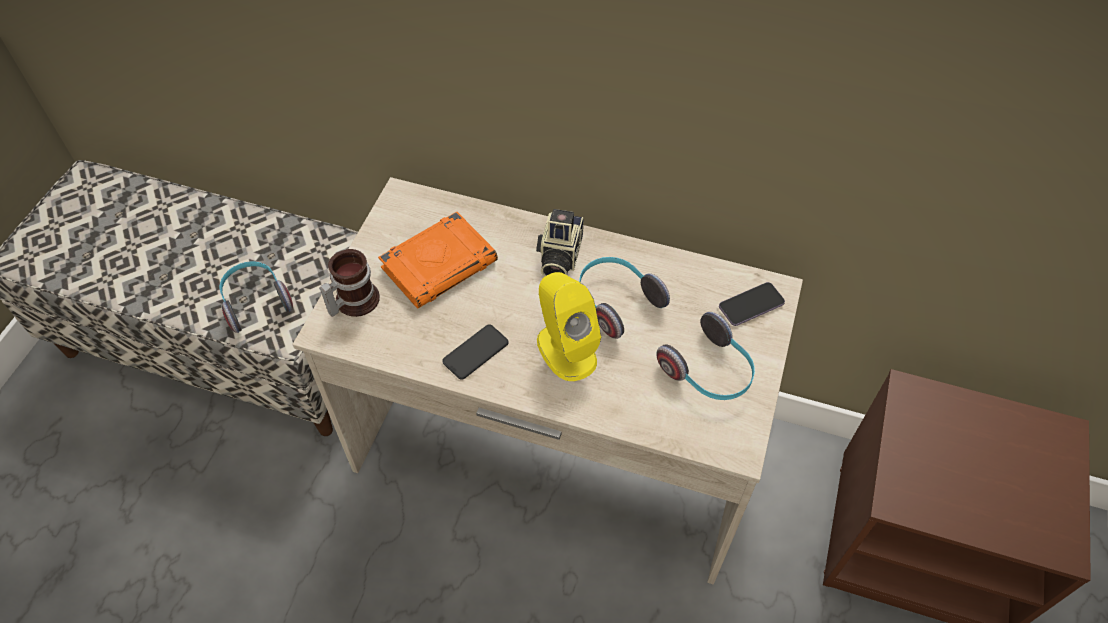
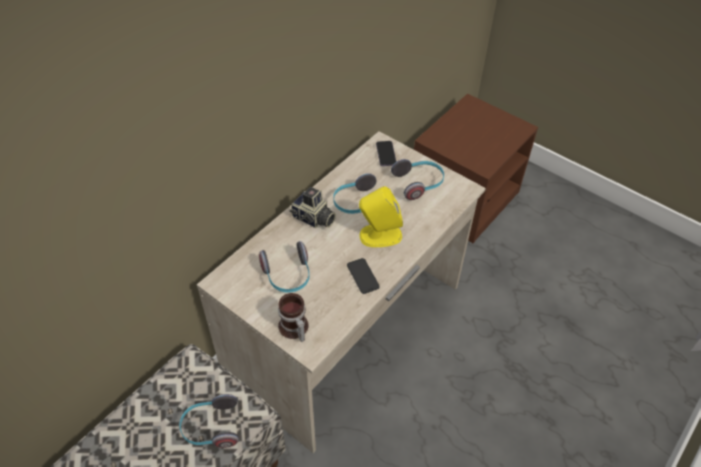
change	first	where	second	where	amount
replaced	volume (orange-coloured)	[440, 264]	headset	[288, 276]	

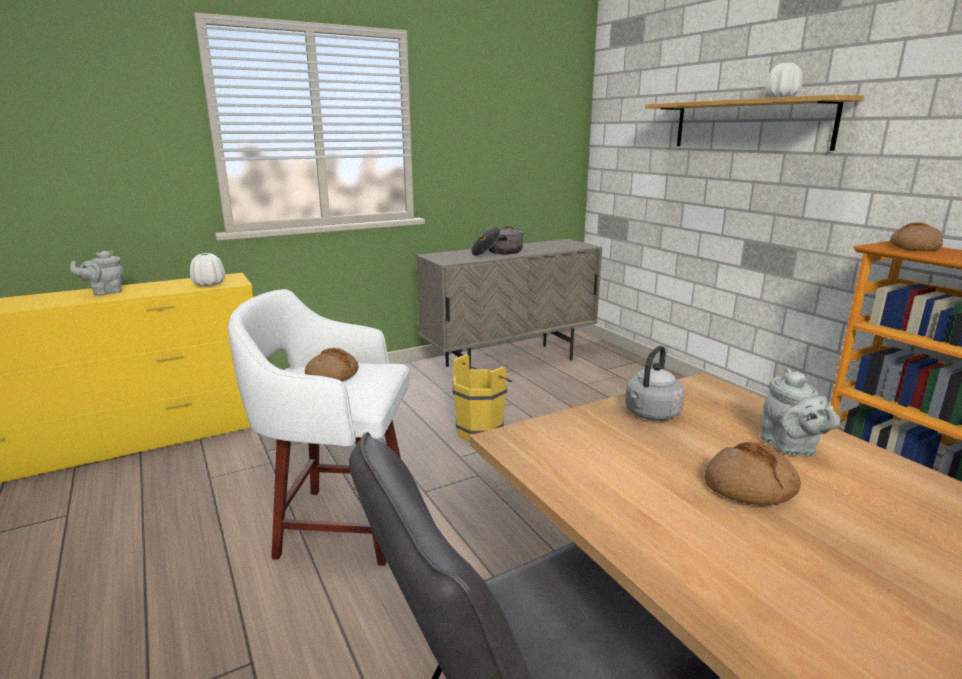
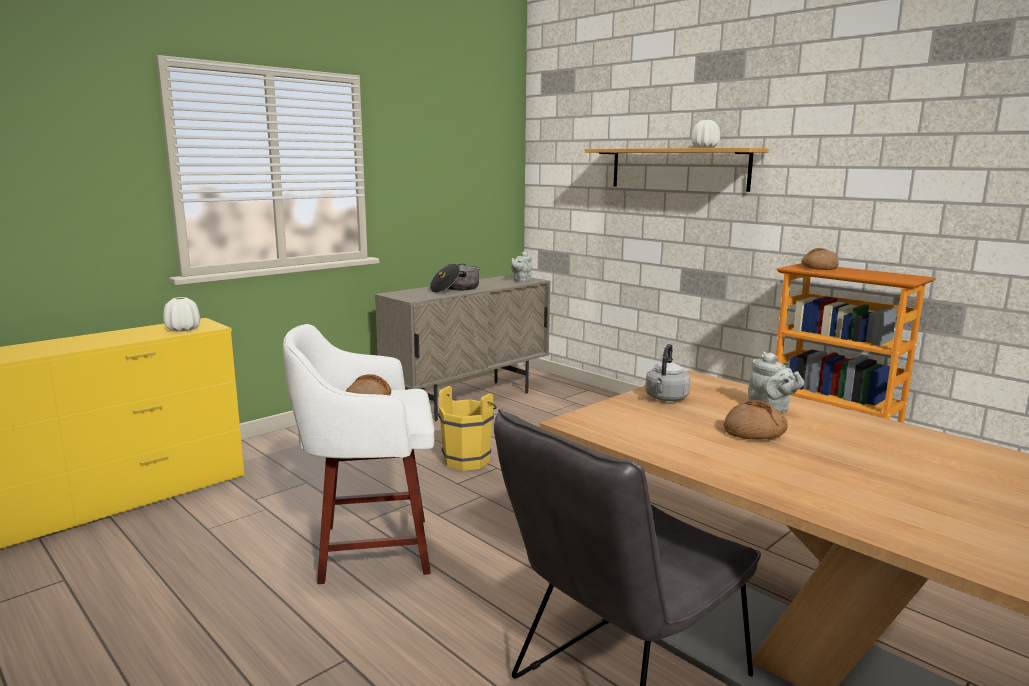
change	first	where	second	where	amount
moved	tea pot (grey)	[105, 292]		[521, 280]	

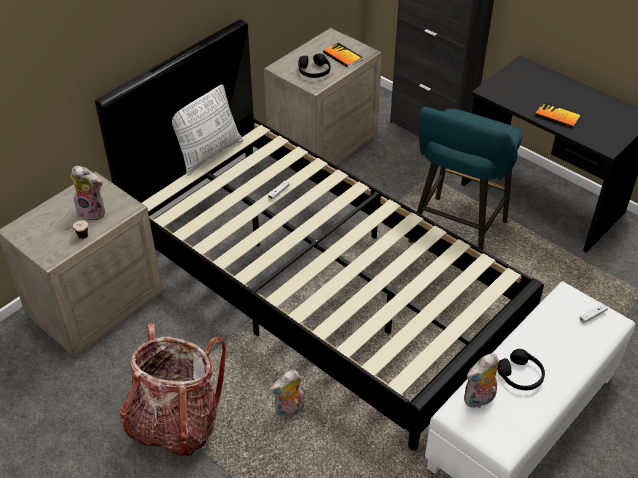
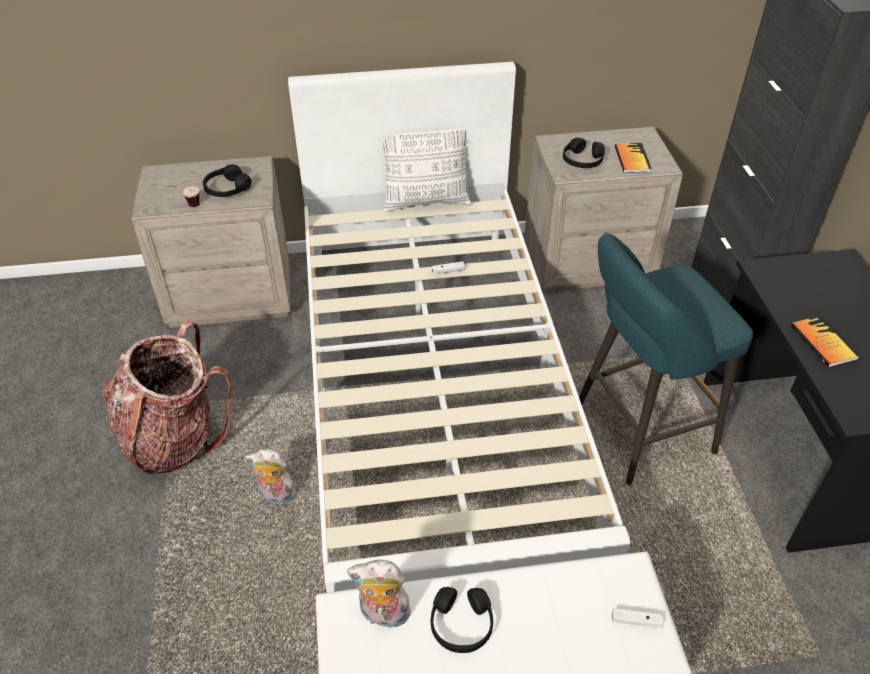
change	first	where	second	where	amount
replaced	soft toy	[93, 211]	headset (black)	[227, 188]	
recoloured	sleeping bed (black)	[318, 285]	sleeping bed (white)	[435, 394]	

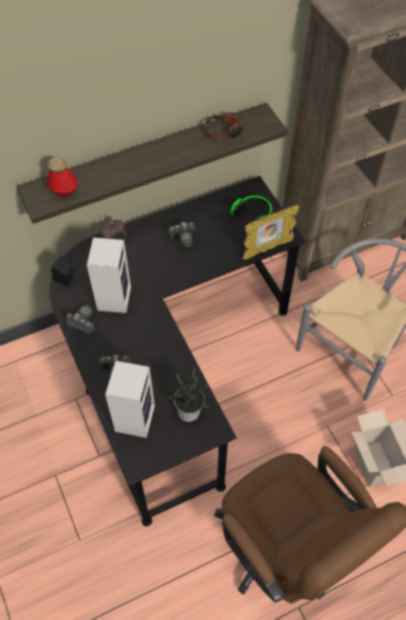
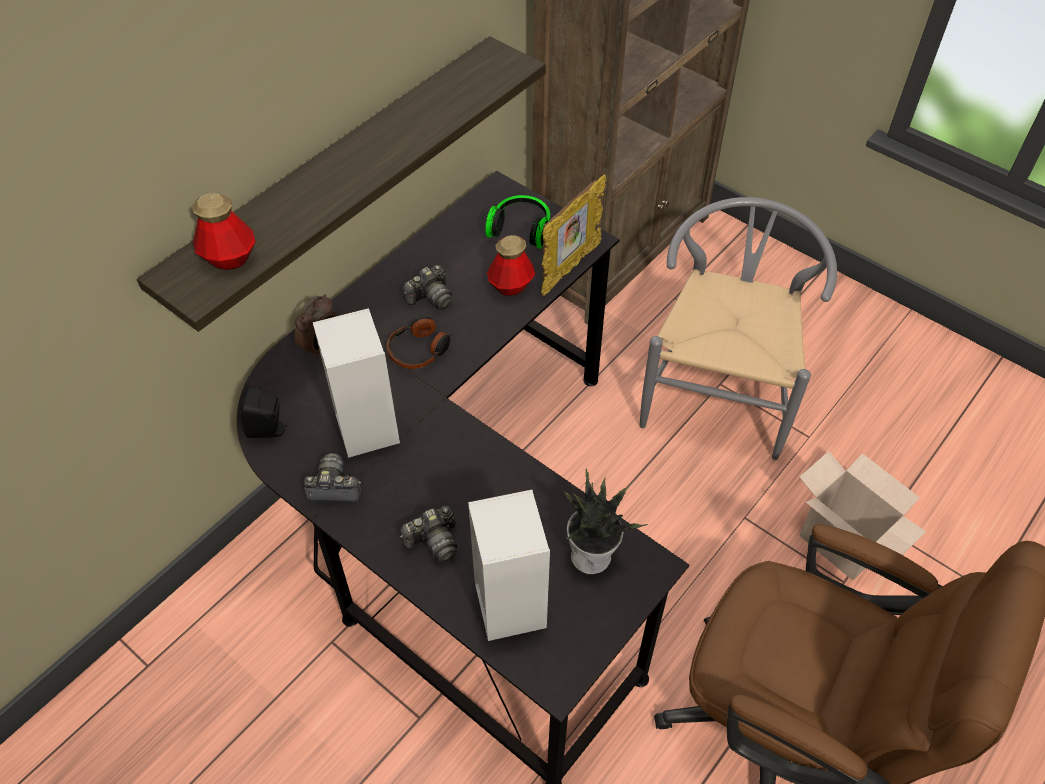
change	first	where	second	where	amount
moved	headset	[224, 131]		[420, 349]	
added			bottle	[511, 286]	

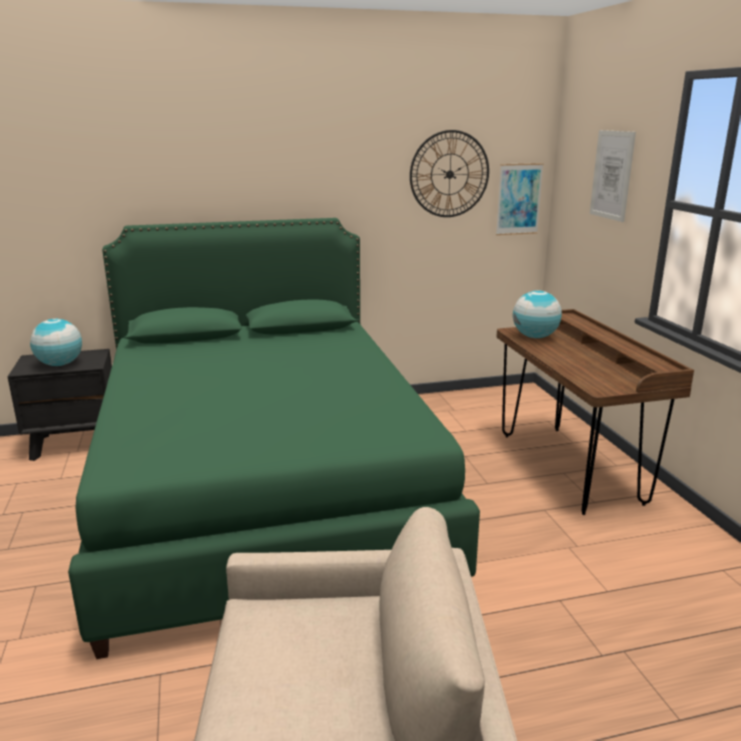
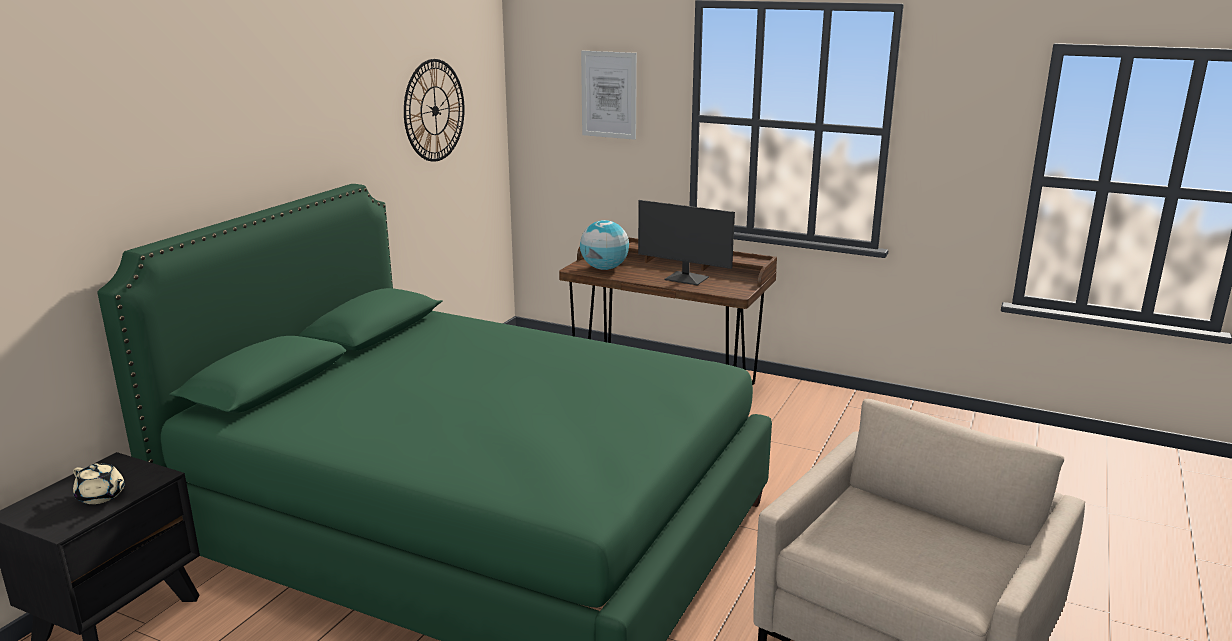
change	first	where	second	where	amount
replaced	globe	[60, 364]	tea pot (sand-coloured)	[101, 496]	
added			monitor	[686, 279]	
removed	wall picture	[519, 199]			

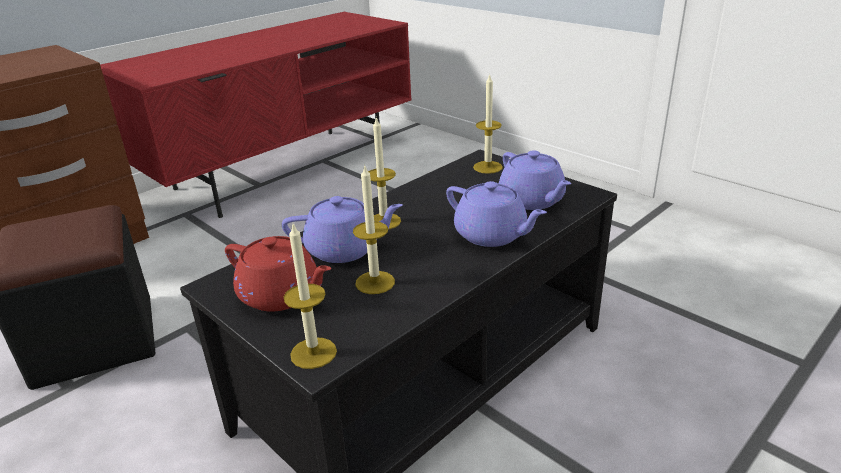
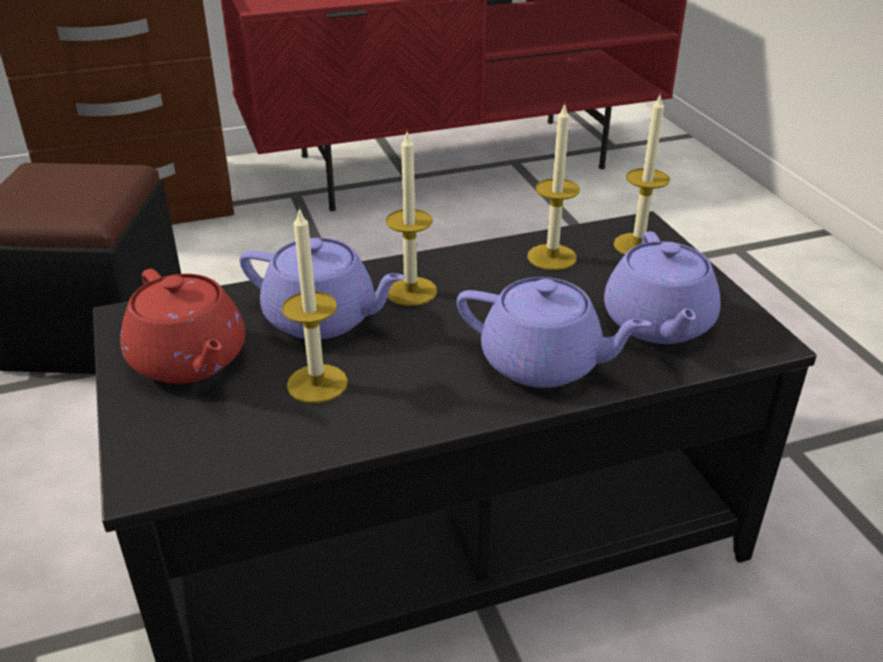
change	first	where	second	where	amount
turned	tea pot (purplish)	[492, 235]		[543, 363]	45 degrees counterclockwise
moved	candle	[313, 353]		[552, 257]	

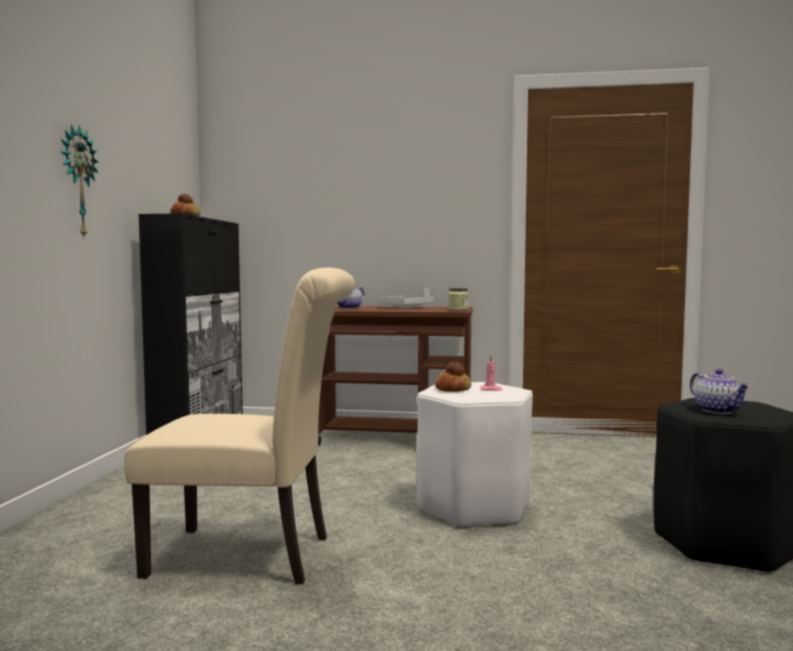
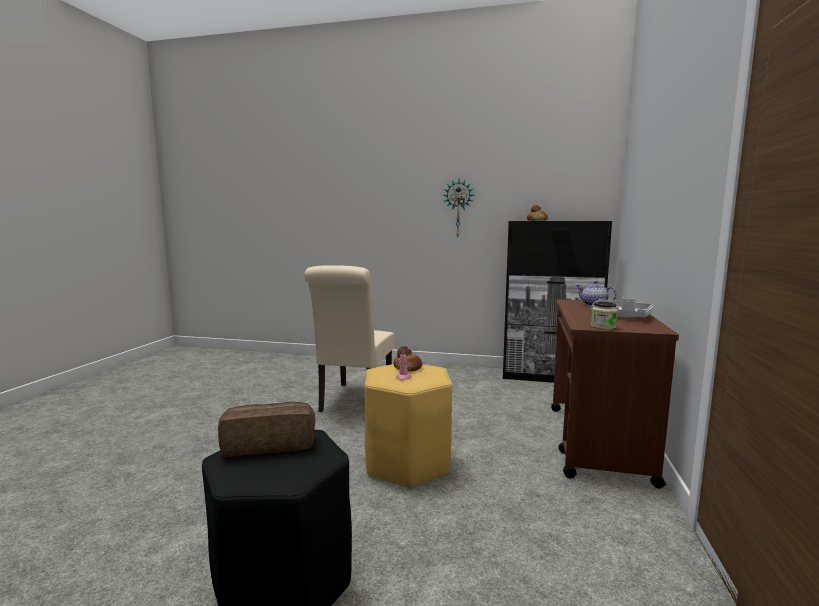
change	first	where	second	where	amount
replaced	tea pot	[718, 411]	baked bread	[269, 444]	
recoloured	stool (white)	[473, 506]	stool (yellow)	[408, 463]	

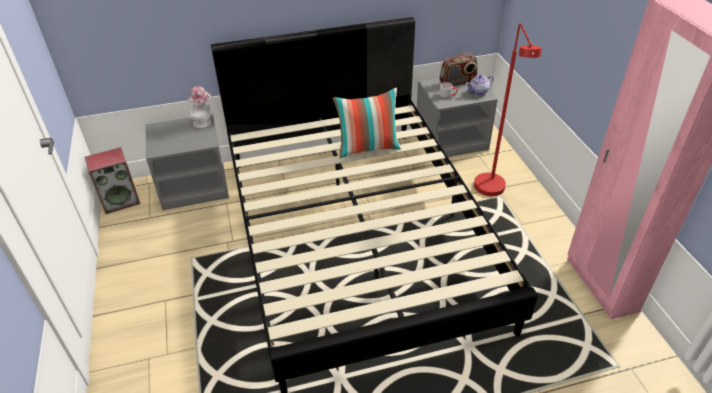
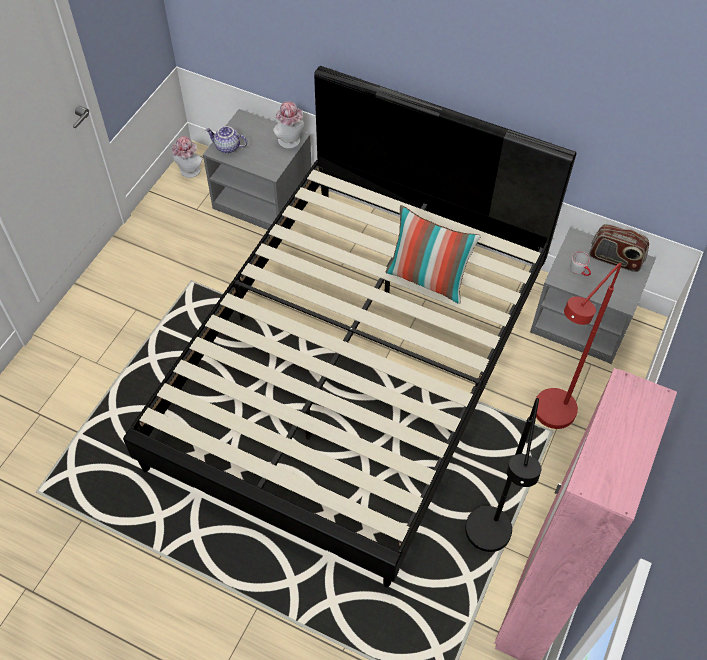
change	first	where	second	where	amount
replaced	speaker	[121, 200]	hat	[189, 172]	
moved	tea pot	[478, 92]		[227, 147]	
added			floor lamp (black)	[487, 543]	

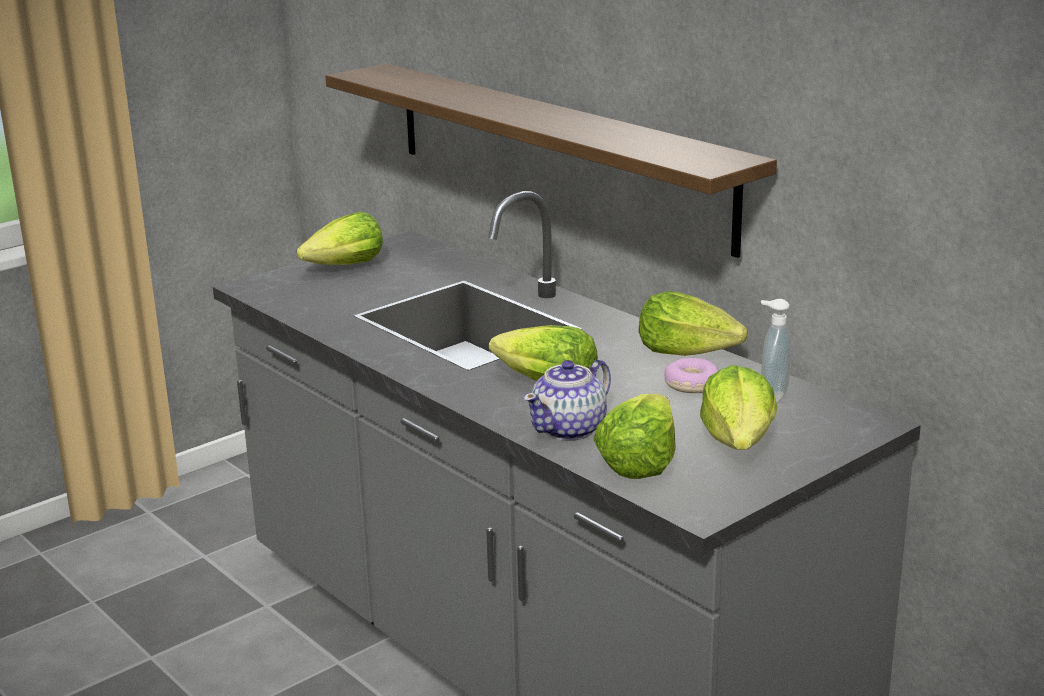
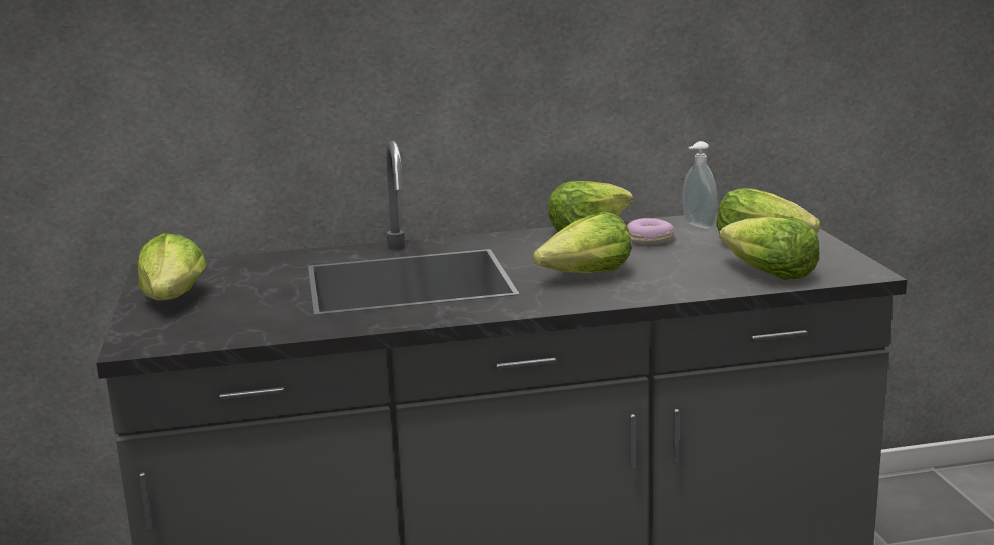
change	first	where	second	where	amount
removed	wall shelf	[555, 152]			
removed	tea pot	[570, 429]			

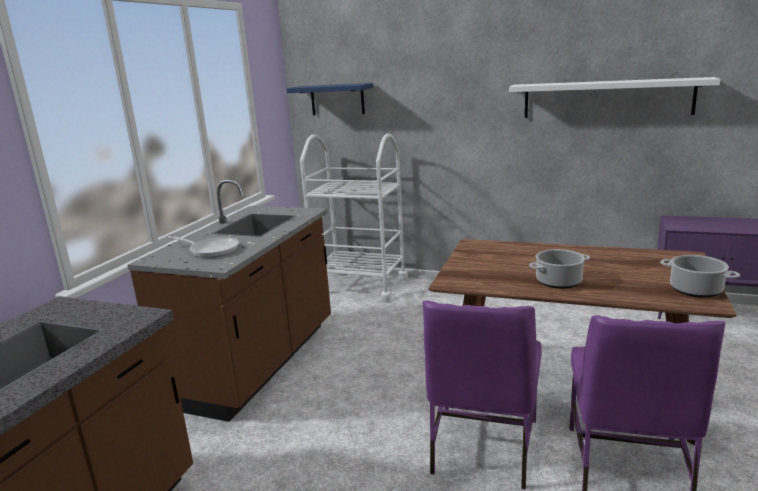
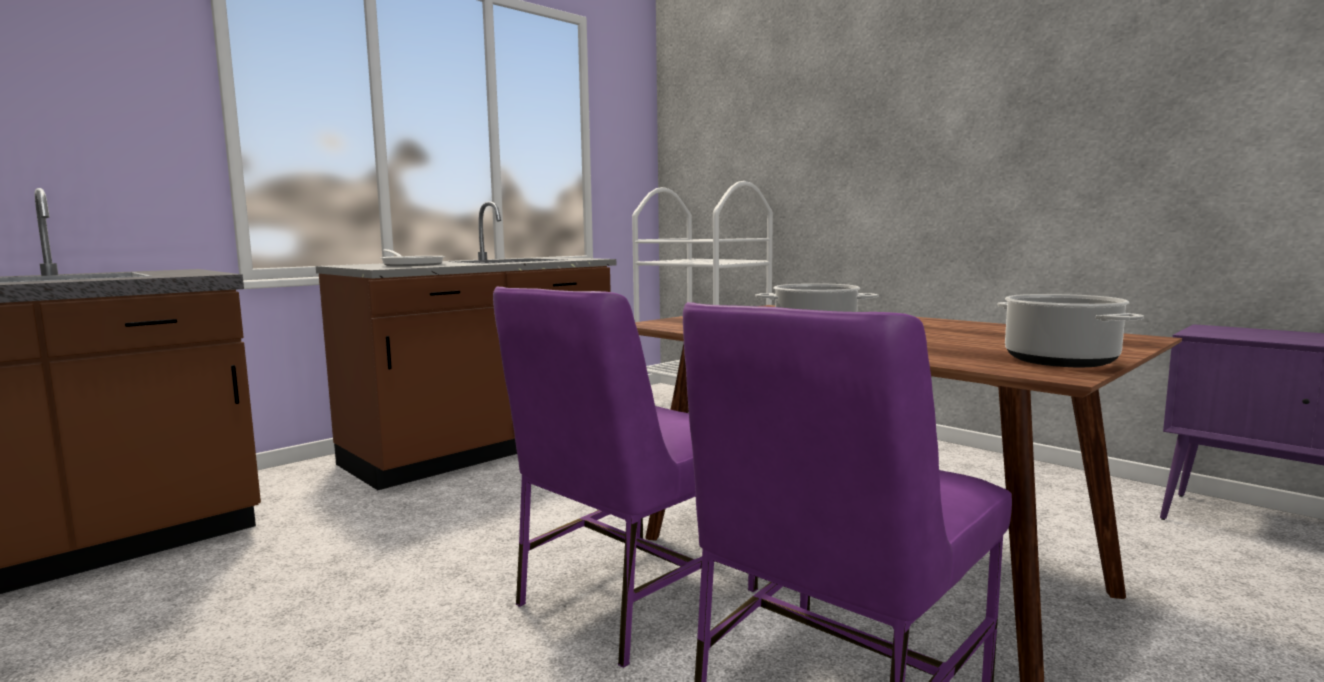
change	first	where	second	where	amount
removed	wall shelf (bluish)	[337, 99]			
removed	wall shelf (white)	[606, 98]			

